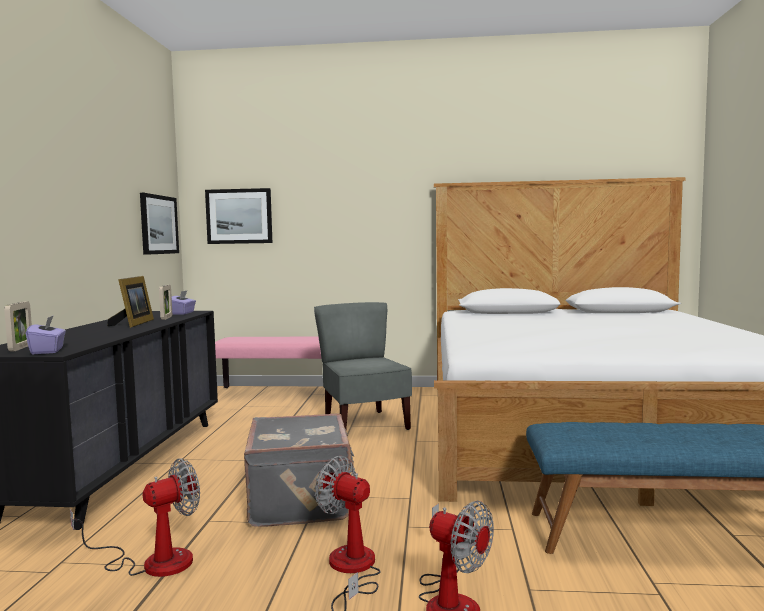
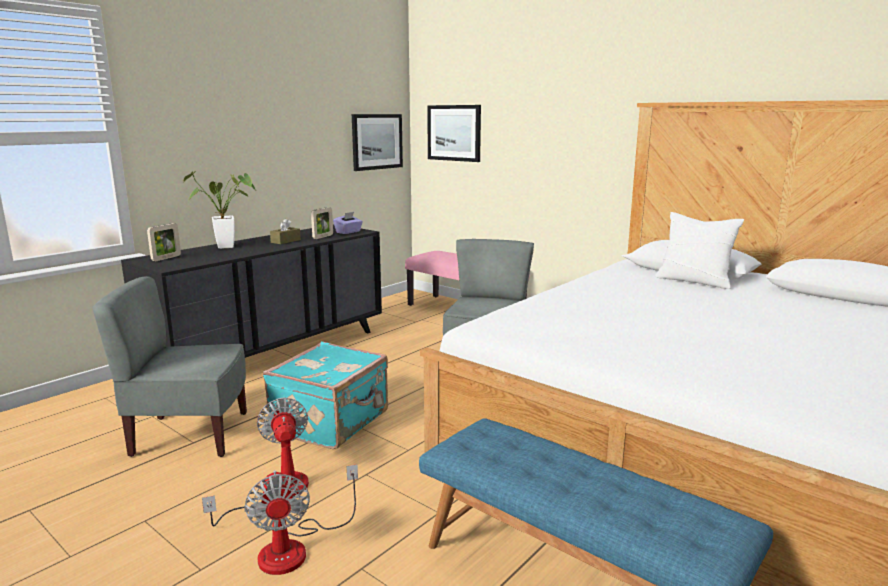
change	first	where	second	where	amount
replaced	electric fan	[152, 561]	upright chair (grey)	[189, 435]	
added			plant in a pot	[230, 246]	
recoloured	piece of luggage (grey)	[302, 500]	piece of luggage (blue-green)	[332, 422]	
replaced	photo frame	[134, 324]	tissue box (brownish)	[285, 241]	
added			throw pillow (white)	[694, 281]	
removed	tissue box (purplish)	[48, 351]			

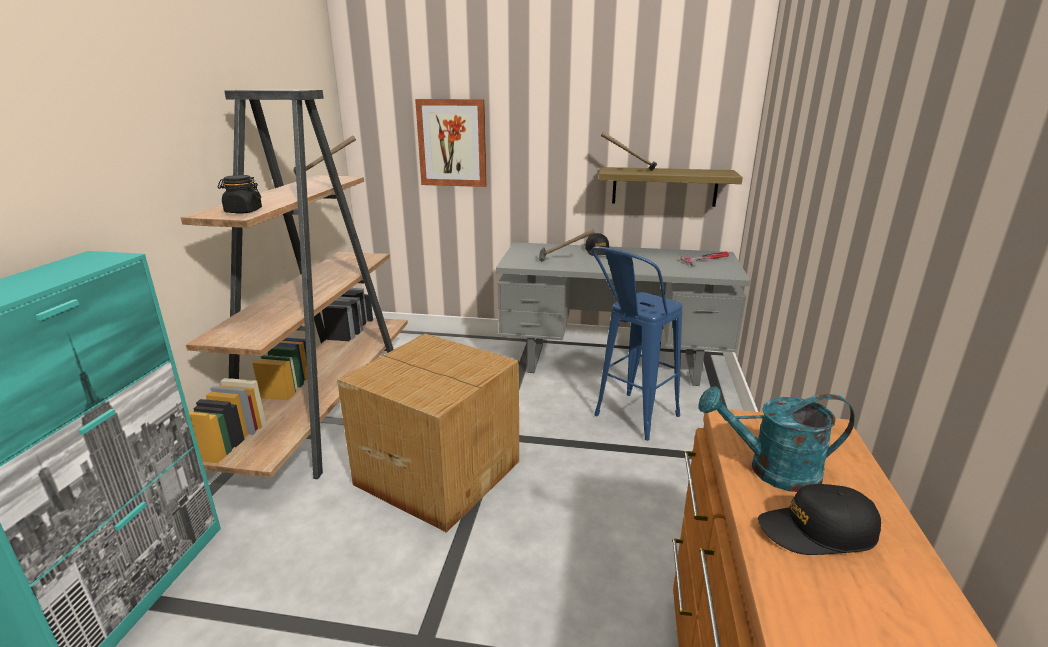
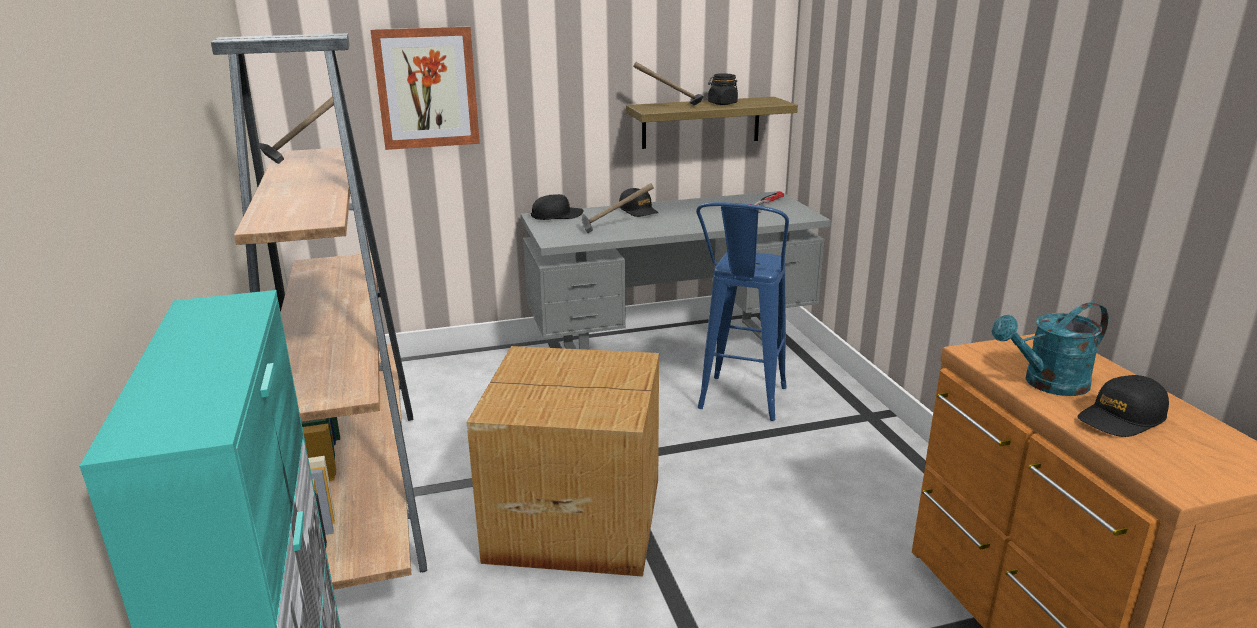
change	first	where	second	where	amount
added			peaked cap (black)	[557, 216]	
moved	preserve jar (black)	[243, 211]		[722, 103]	

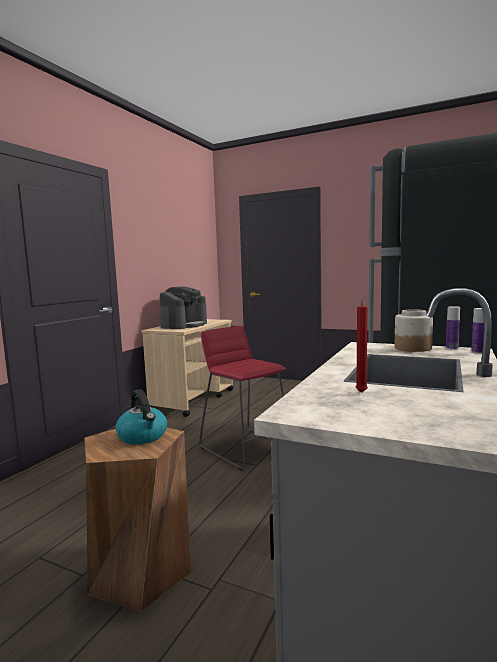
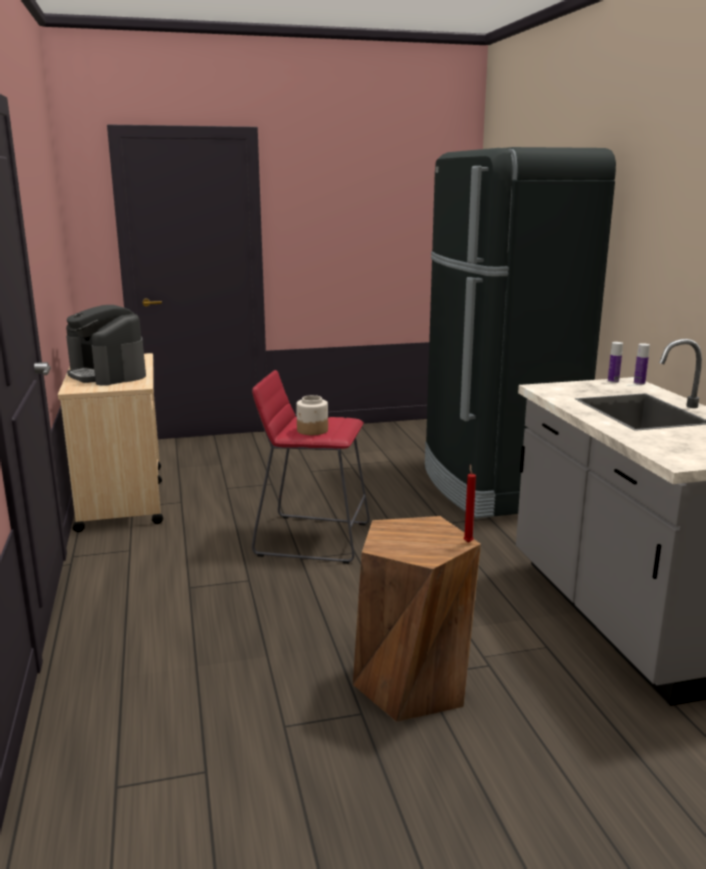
change	first	where	second	where	amount
turned	coffee machine	[184, 325]		[108, 374]	150 degrees clockwise
moved	preserve jar	[412, 348]		[312, 430]	
moved	candle (reddish)	[362, 392]		[468, 541]	
removed	water kettle	[143, 436]			

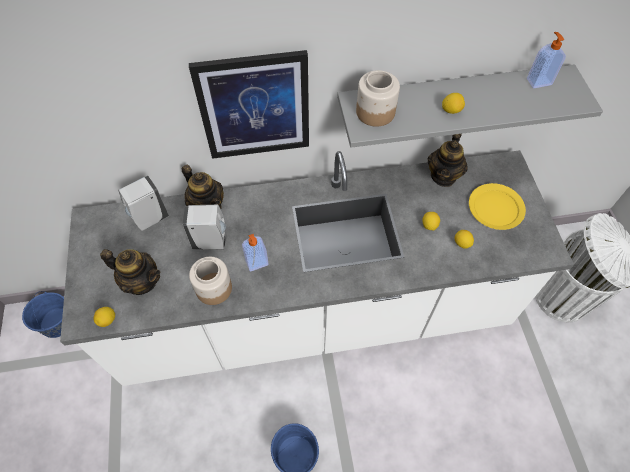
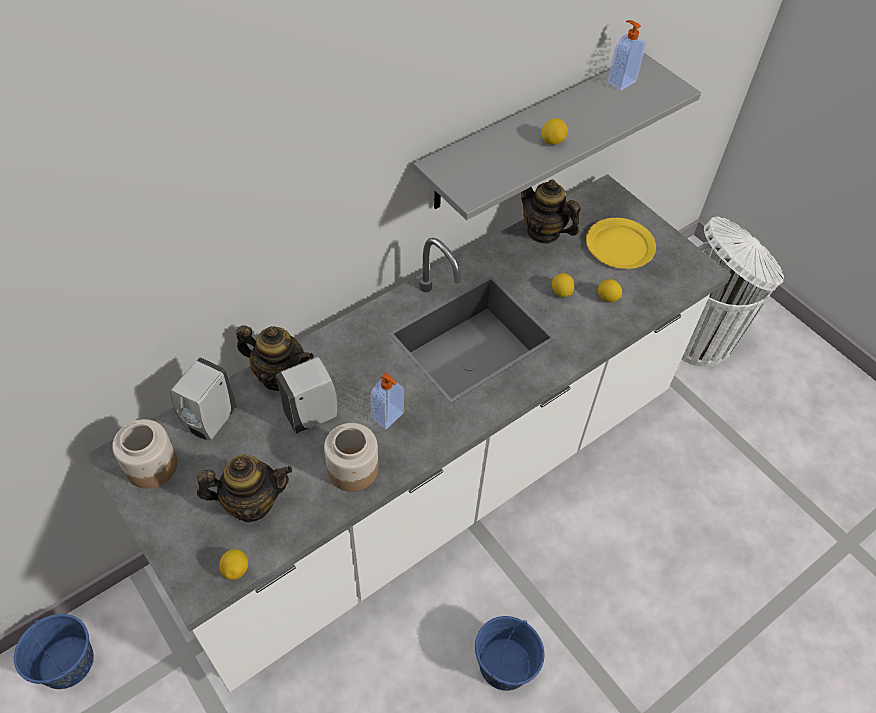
change	first	where	second	where	amount
moved	preserve jar	[375, 112]		[150, 466]	
turned	tea pot	[443, 176]		[543, 232]	135 degrees clockwise
removed	wall picture	[254, 107]			

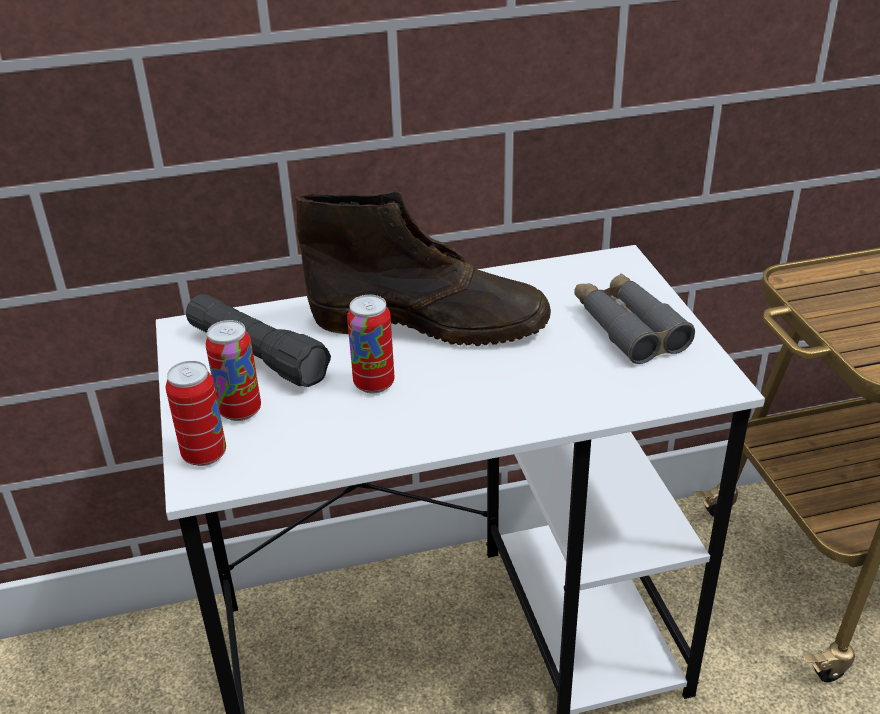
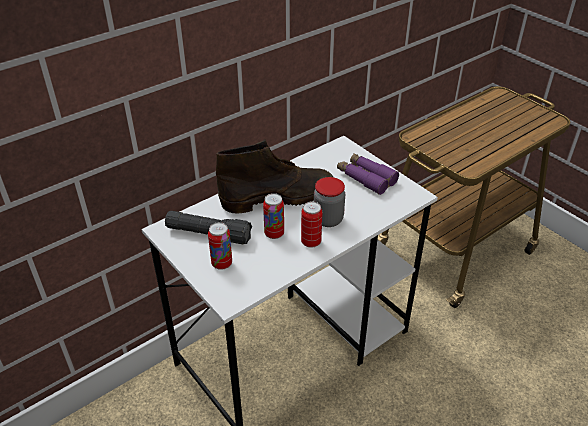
change	first	where	second	where	amount
moved	can	[204, 454]		[311, 242]	
added			preserve jar	[328, 219]	
recoloured	binoculars (grey)	[628, 328]	binoculars (purplish)	[366, 178]	

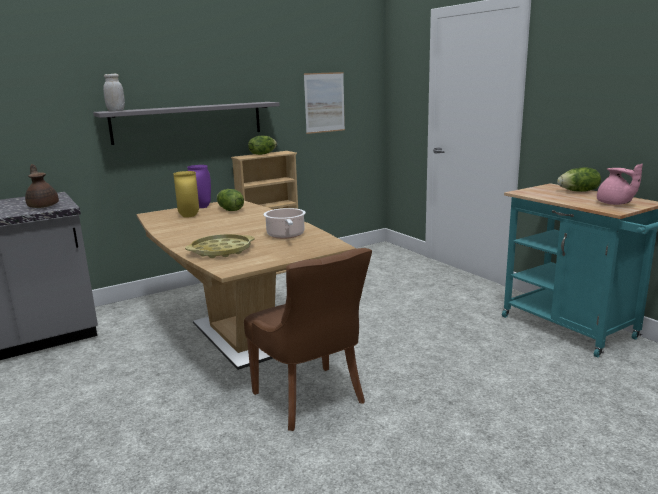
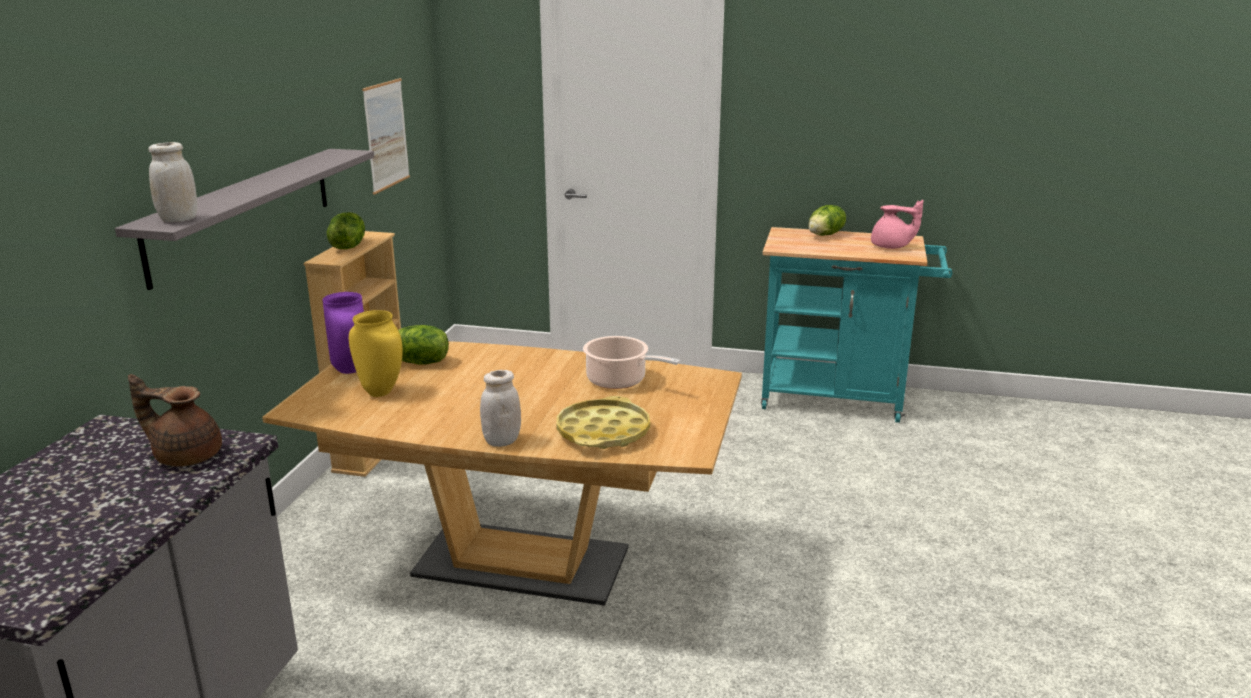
change	first	where	second	where	amount
added			preserve jar (white)	[502, 441]	
removed	upright chair (brownish)	[311, 399]			

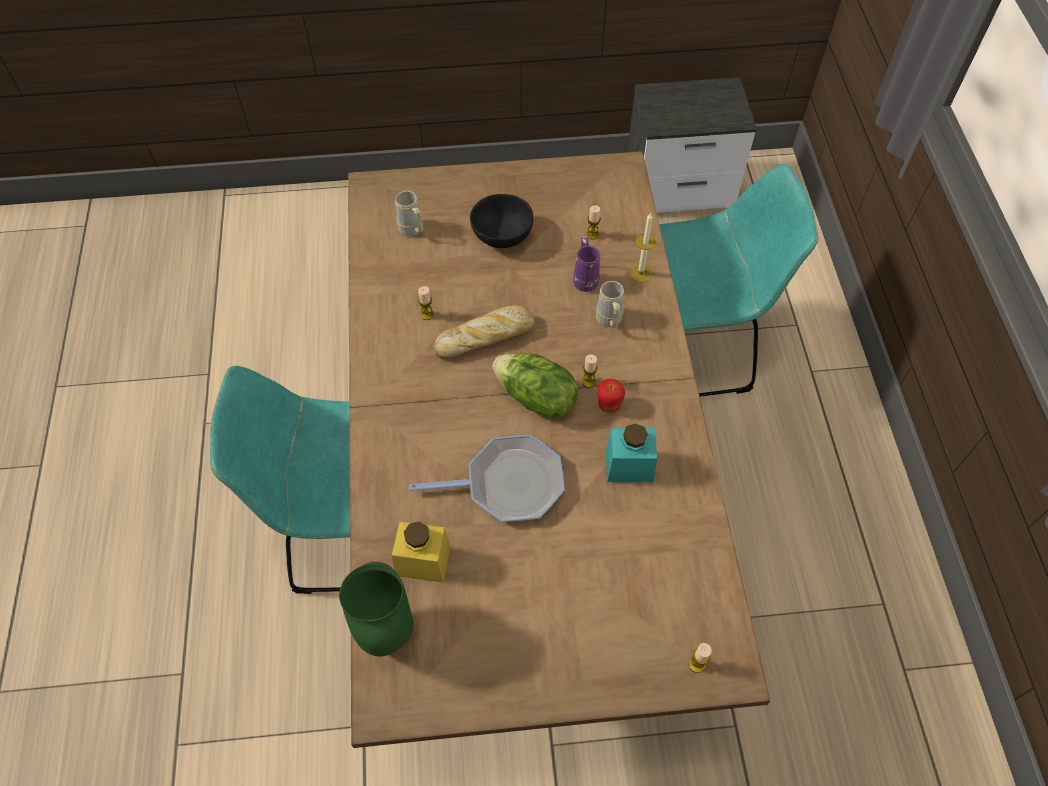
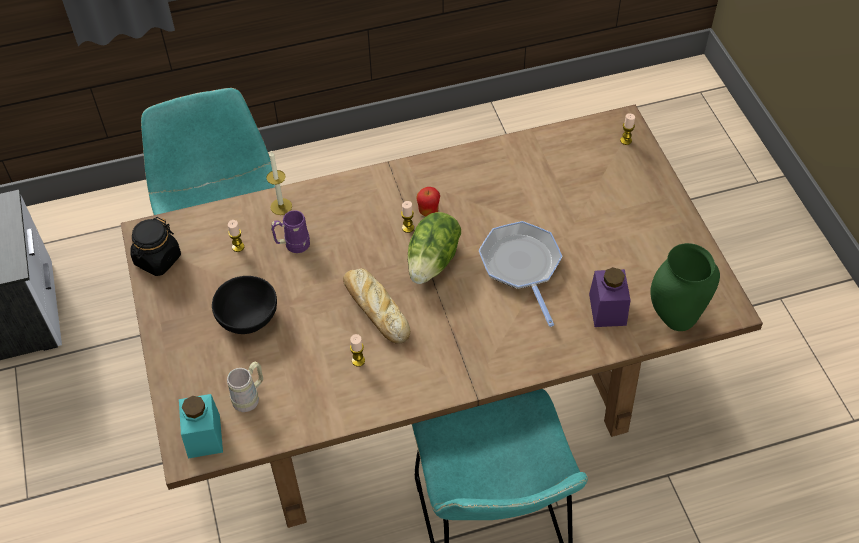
change	first	where	second	where	amount
added			preserve jar (black)	[157, 260]	
moved	preserve jar (blue-green)	[629, 466]		[204, 436]	
recoloured	preserve jar (yellow)	[423, 561]	preserve jar (purplish)	[607, 309]	
removed	mug (sand-coloured)	[609, 322]			

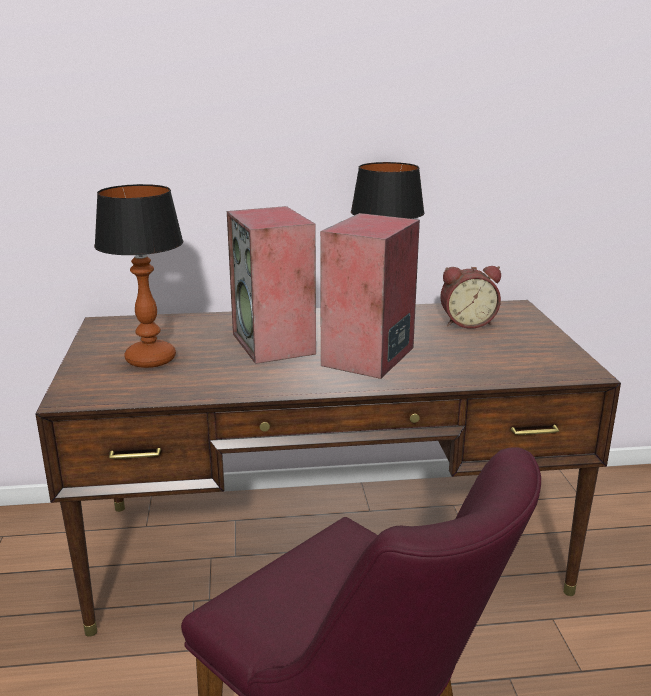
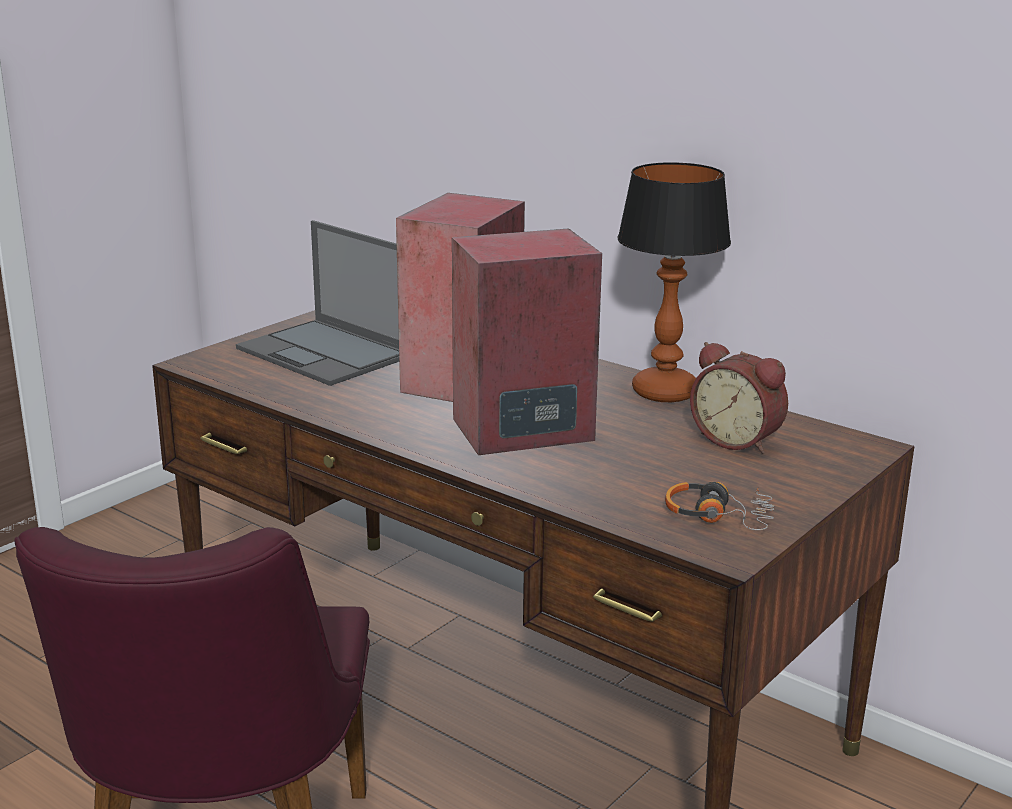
change	first	where	second	where	amount
replaced	table lamp	[151, 359]	notebook computer	[326, 353]	
added			headset	[719, 516]	

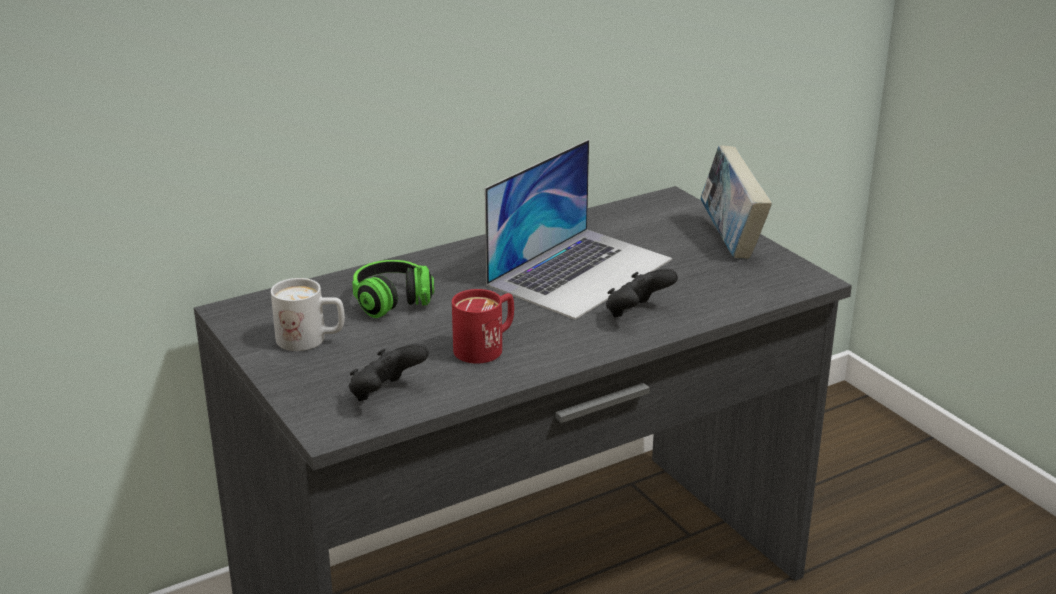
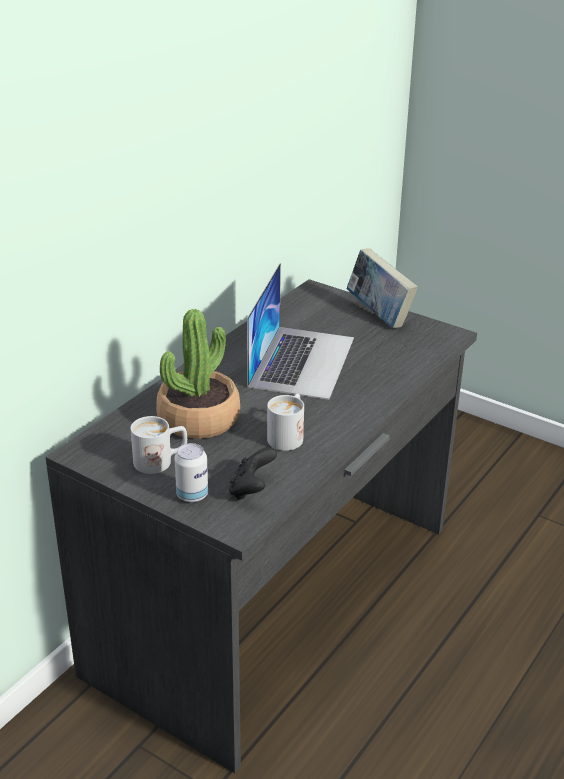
change	first	where	second	where	amount
replaced	headset	[396, 306]	plant in a pot	[198, 419]	
added			can	[192, 495]	
recoloured	mug (reddish)	[486, 347]	mug (white)	[288, 435]	
removed	game controller (black)	[637, 313]			

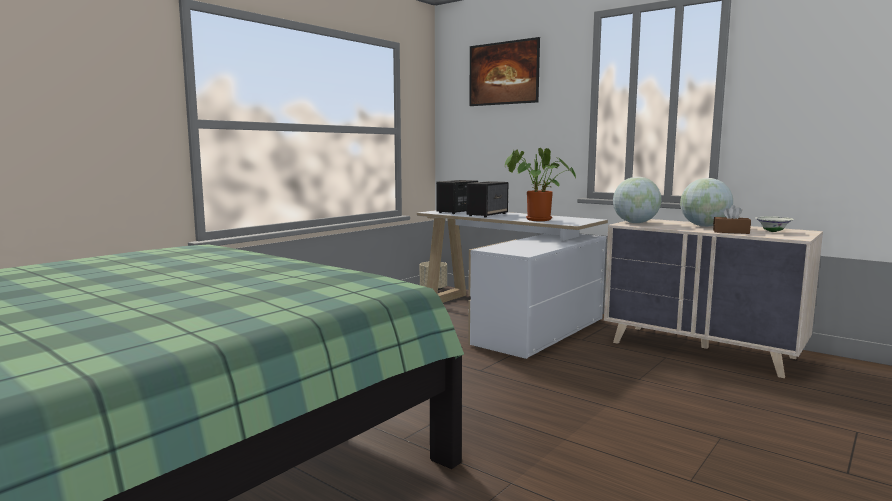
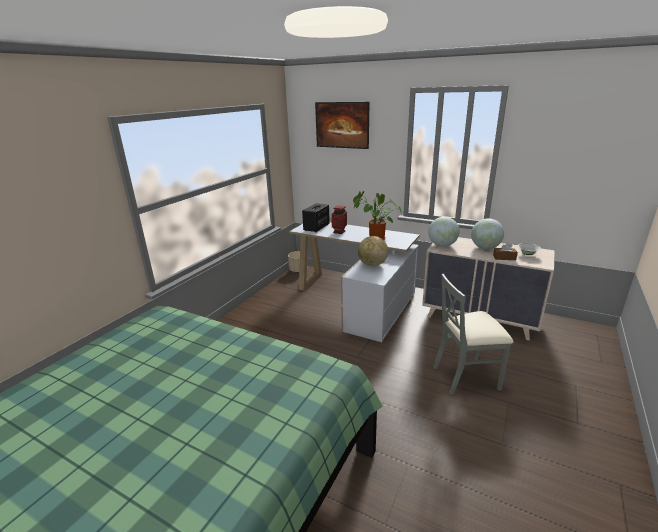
change	first	where	second	where	amount
replaced	speaker	[487, 214]	decorative vase	[339, 232]	
added			globe	[372, 265]	
added			upright chair (grey)	[466, 376]	

